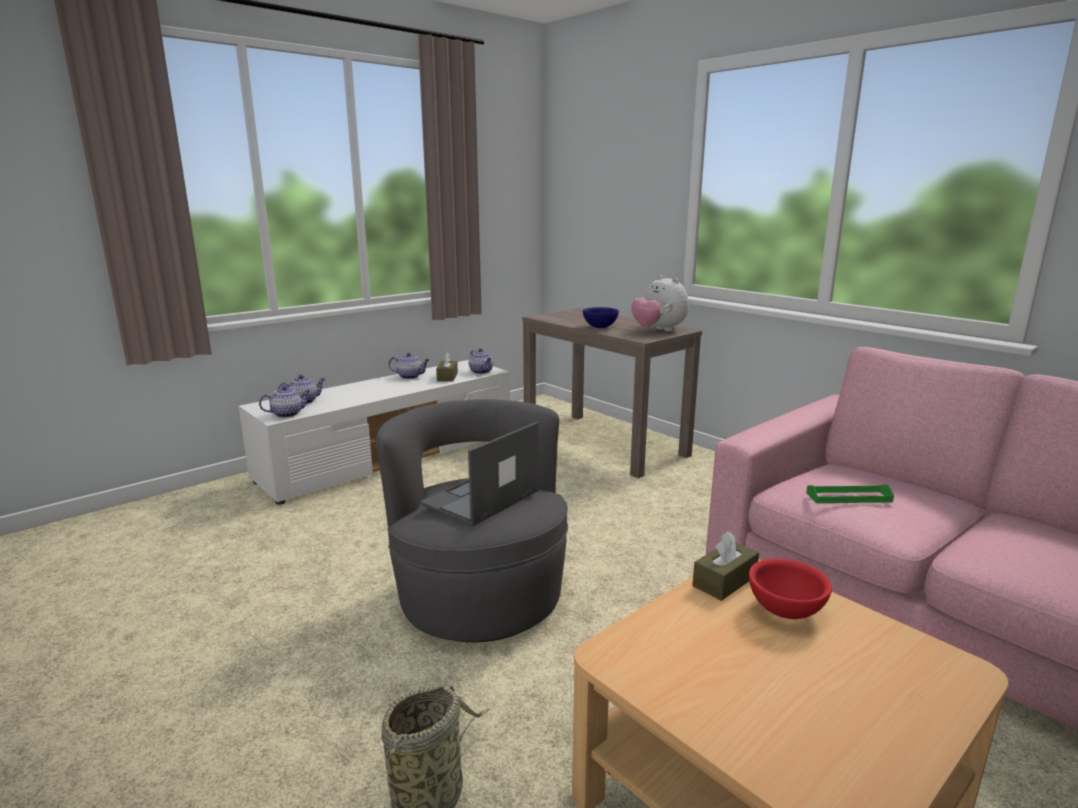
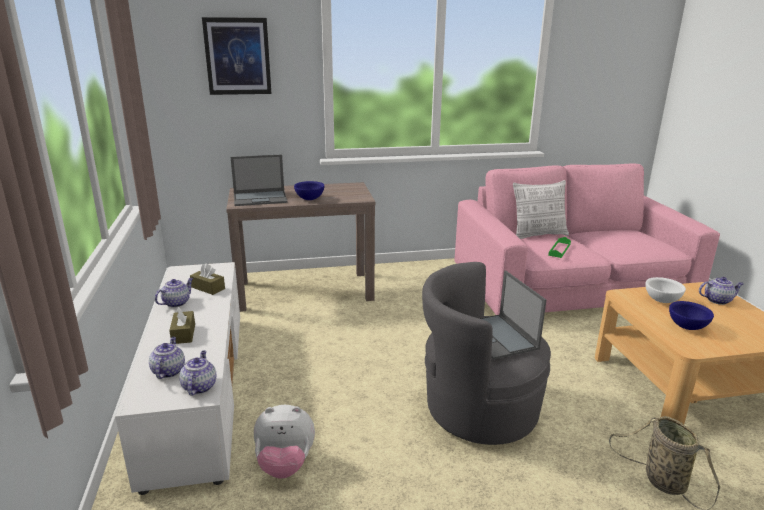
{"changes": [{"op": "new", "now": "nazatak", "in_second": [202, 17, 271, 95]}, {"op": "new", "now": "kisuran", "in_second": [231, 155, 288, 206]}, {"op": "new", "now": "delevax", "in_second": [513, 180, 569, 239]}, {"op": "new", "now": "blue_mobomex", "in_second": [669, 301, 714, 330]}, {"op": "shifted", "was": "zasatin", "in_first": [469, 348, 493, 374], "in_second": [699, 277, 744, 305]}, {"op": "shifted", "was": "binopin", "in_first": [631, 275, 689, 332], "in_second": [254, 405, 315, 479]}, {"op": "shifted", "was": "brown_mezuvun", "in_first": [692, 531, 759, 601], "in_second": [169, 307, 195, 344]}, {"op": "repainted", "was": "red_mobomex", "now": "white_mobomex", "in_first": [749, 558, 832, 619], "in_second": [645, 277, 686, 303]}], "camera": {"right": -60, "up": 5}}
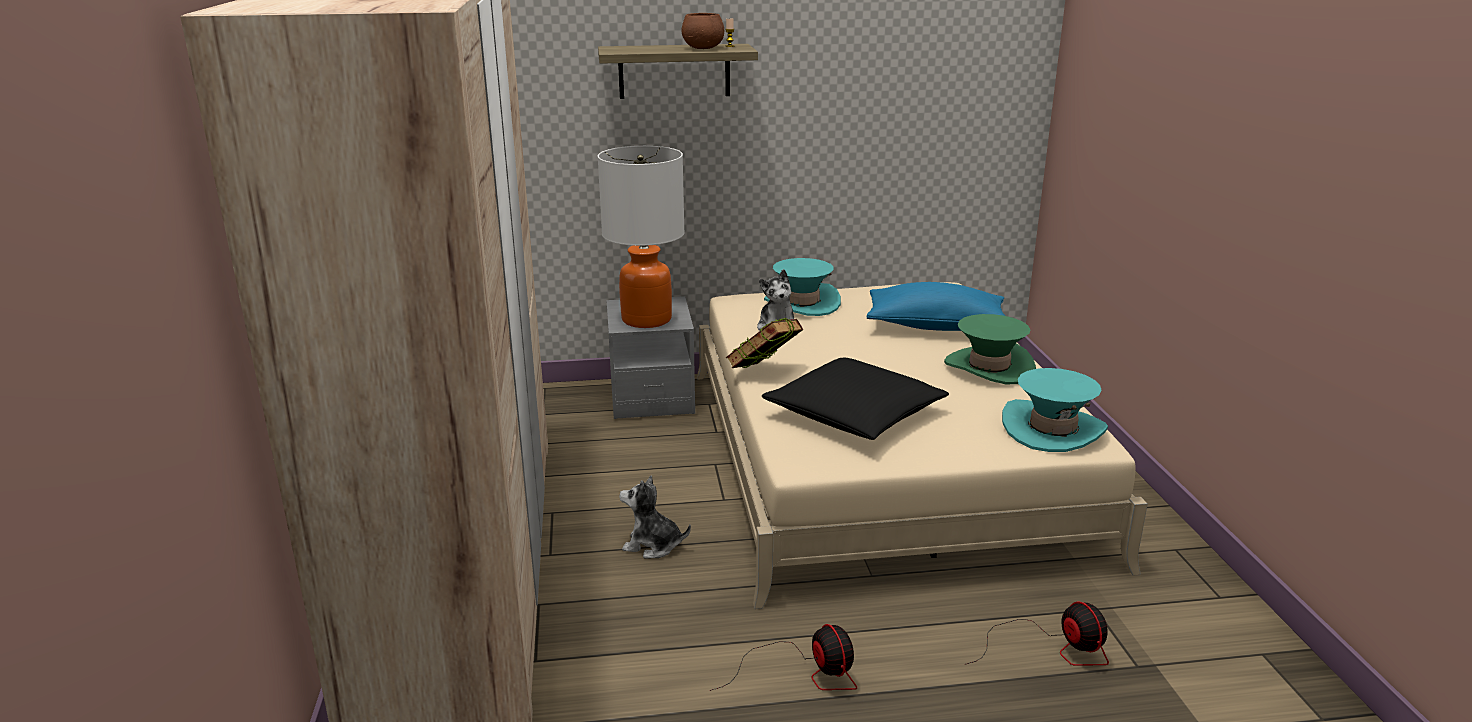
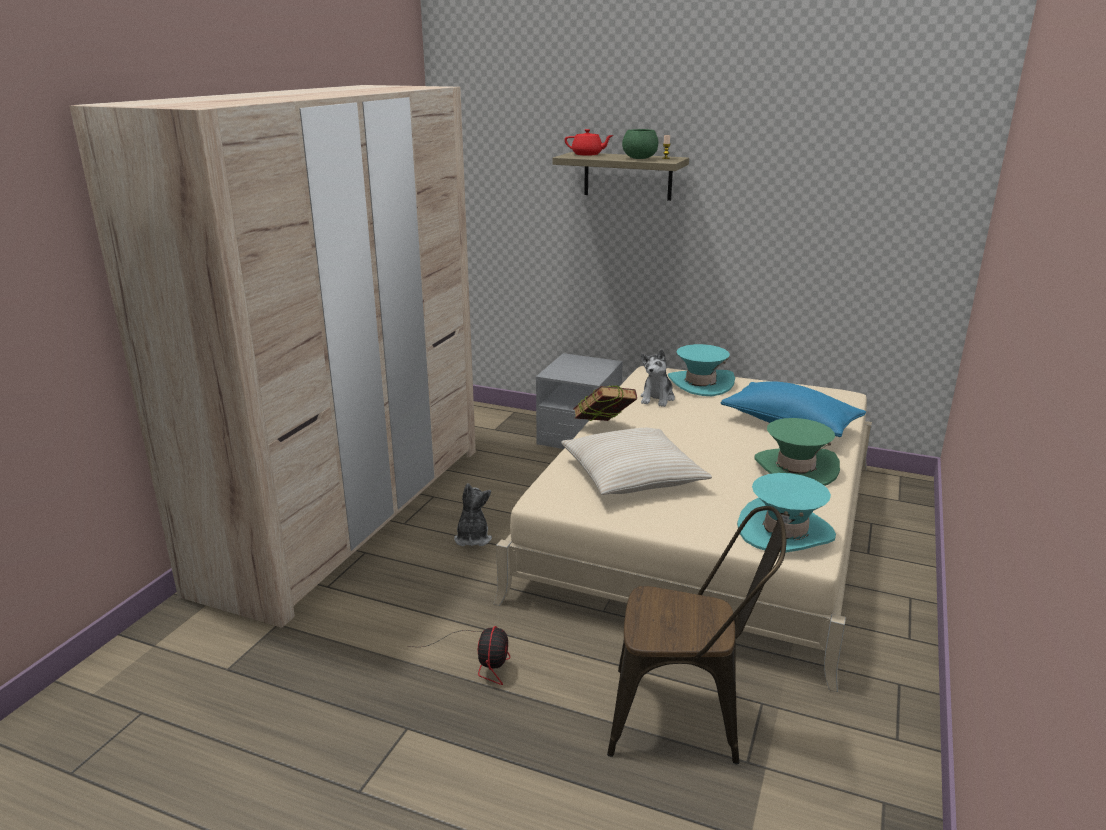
{"changes": [{"op": "gone", "was": "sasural", "in_first": [597, 146, 685, 328]}, {"op": "new", "now": "red_zasatin", "in_second": [565, 129, 614, 156]}, {"op": "swapped", "was": "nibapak", "now": "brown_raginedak", "in_first": [965, 601, 1109, 666], "in_second": [607, 506, 787, 764]}, {"op": "repainted", "was": "brown_mobomex", "now": "green_mobomex", "in_first": [681, 13, 724, 49], "in_second": [622, 129, 658, 159]}, {"op": "repainted", "was": "black_delevax", "now": "beige_delevax", "in_first": [762, 358, 949, 440], "in_second": [561, 428, 712, 495]}, {"op": "rotated", "was": "binopin", "in_first": [619, 476, 691, 559], "in_second": [454, 483, 492, 546], "clockwise": 45}], "camera": {"right": 30, "up": 0}}
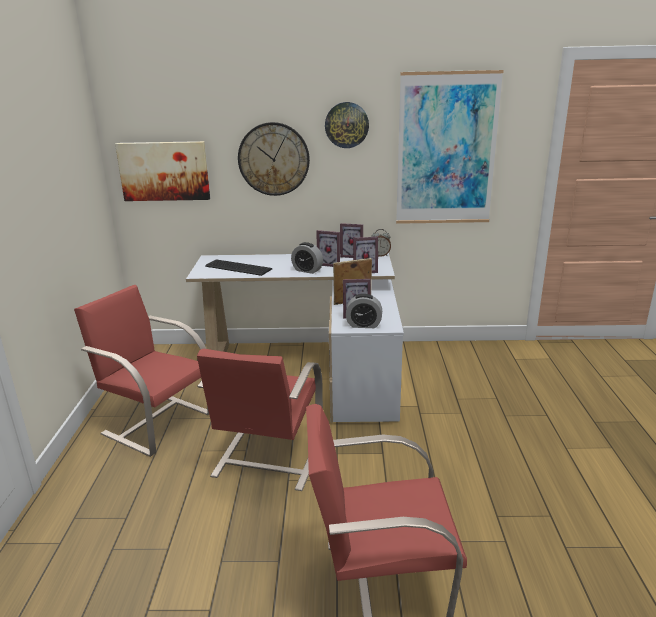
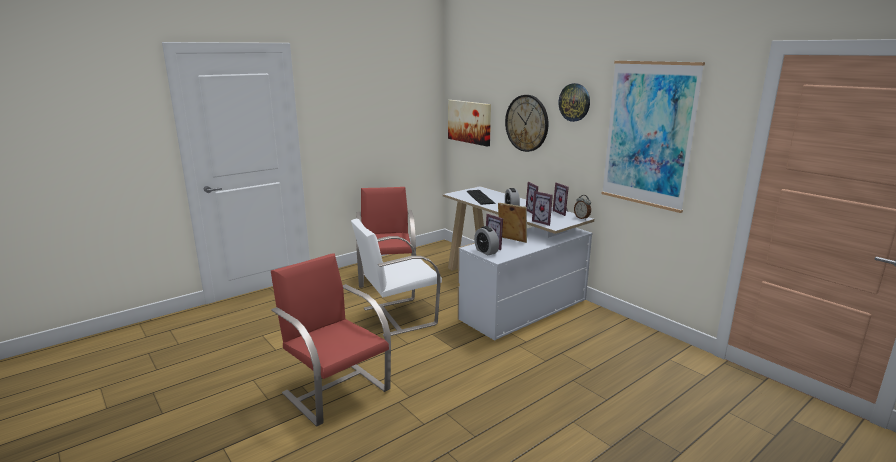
{"changes": [{"op": "repainted", "was": "red_raginedak", "now": "white_raginedak", "in_first": [197, 349, 323, 491], "in_second": [351, 219, 442, 336]}], "camera": {"right": 50, "up": -5}}
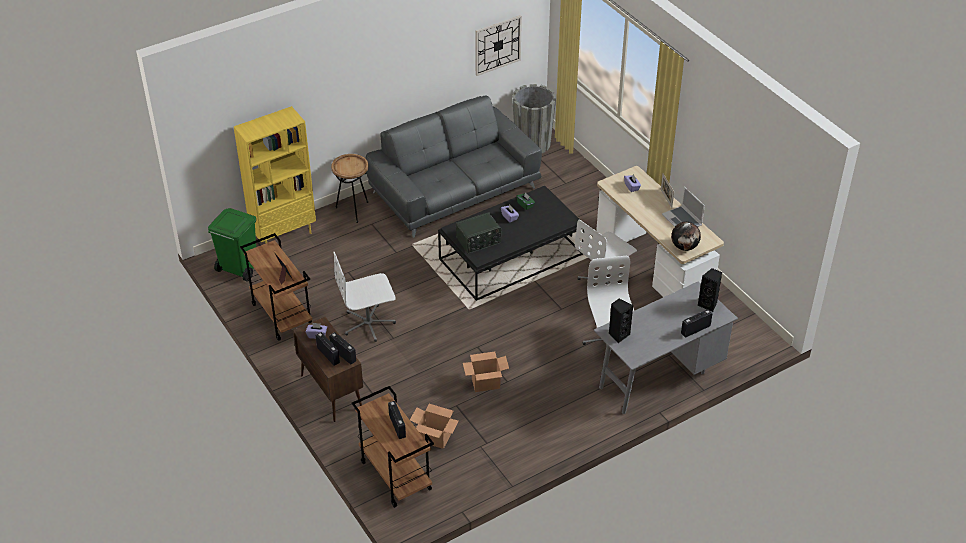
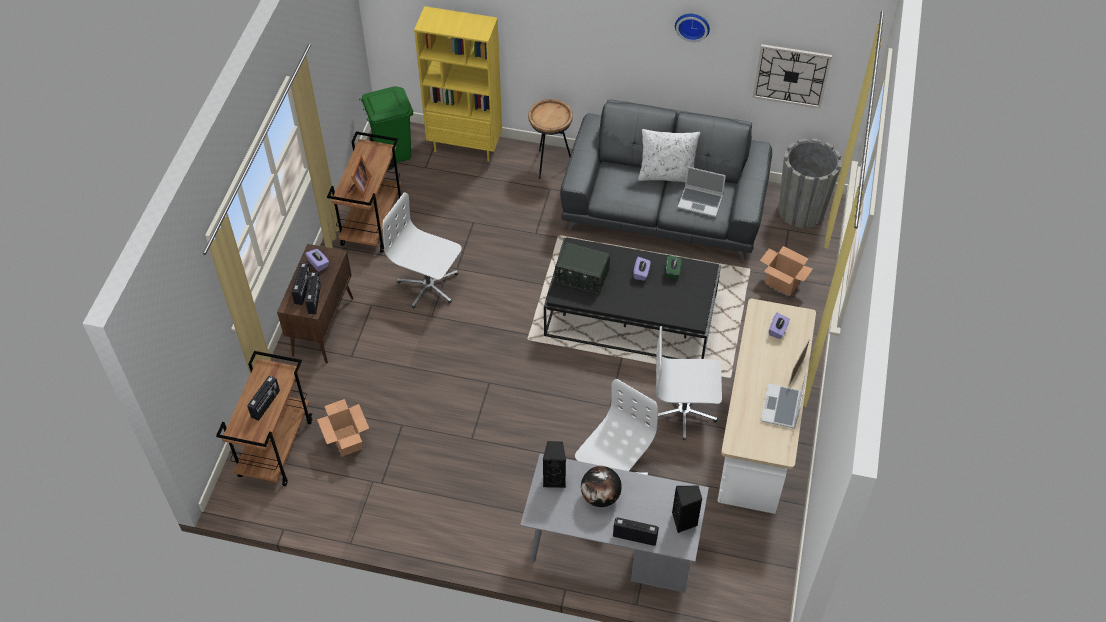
{"changes": [{"op": "new", "now": "white_delevax", "in_second": [638, 129, 700, 182]}, {"op": "new", "now": "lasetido", "in_second": [675, 14, 710, 42]}, {"op": "new", "now": "kisuran", "in_second": [678, 166, 726, 217]}, {"op": "shifted", "was": "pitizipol", "in_first": [463, 351, 509, 392], "in_second": [760, 246, 813, 296]}, {"op": "shifted", "was": "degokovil", "in_first": [671, 222, 701, 251], "in_second": [581, 466, 622, 507]}], "camera": {"right": 45, "up": 10}}
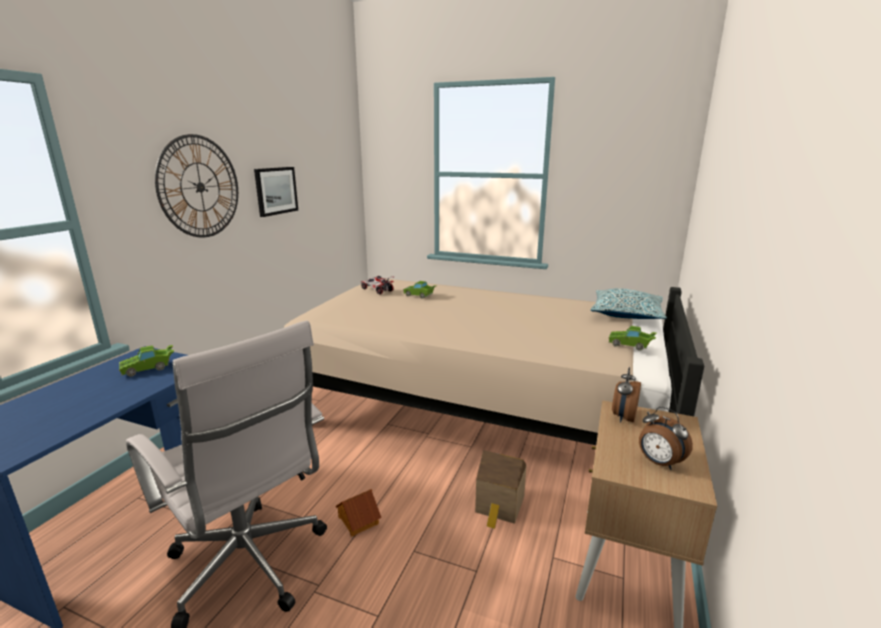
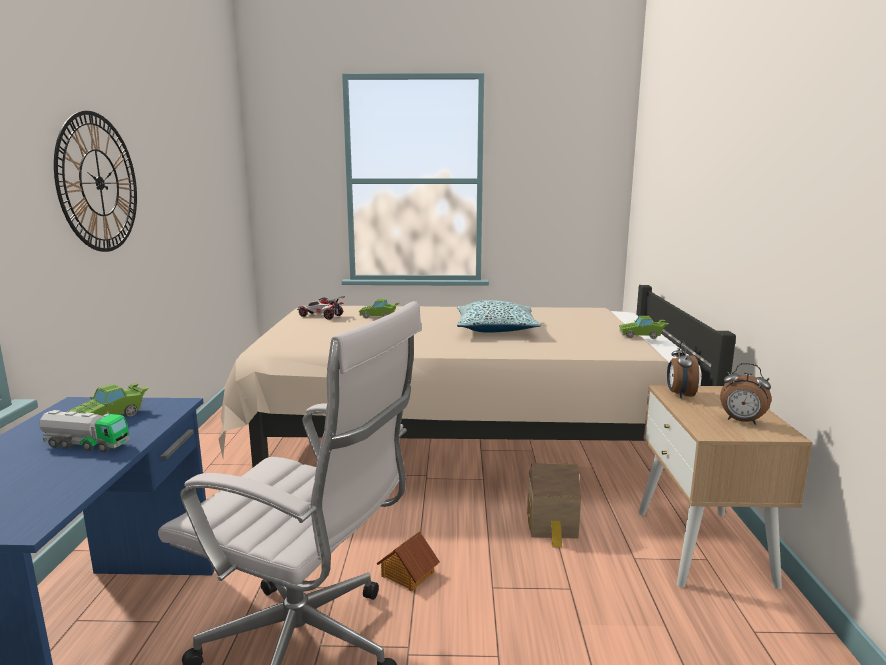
{"changes": [{"op": "gone", "was": "nazatak", "in_first": [254, 167, 298, 217]}, {"op": "new", "now": "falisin", "in_second": [39, 410, 130, 452]}, {"op": "shifted", "was": "delevax", "in_first": [591, 288, 667, 319], "in_second": [457, 300, 541, 333]}], "camera": {"right": -20, "up": -5}}
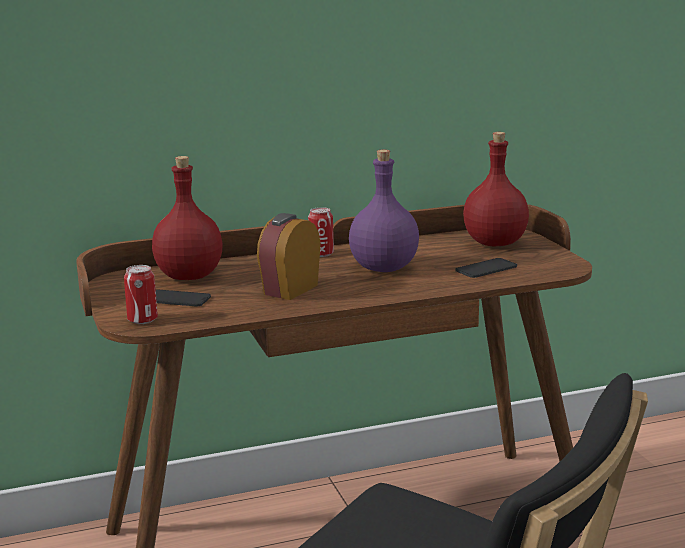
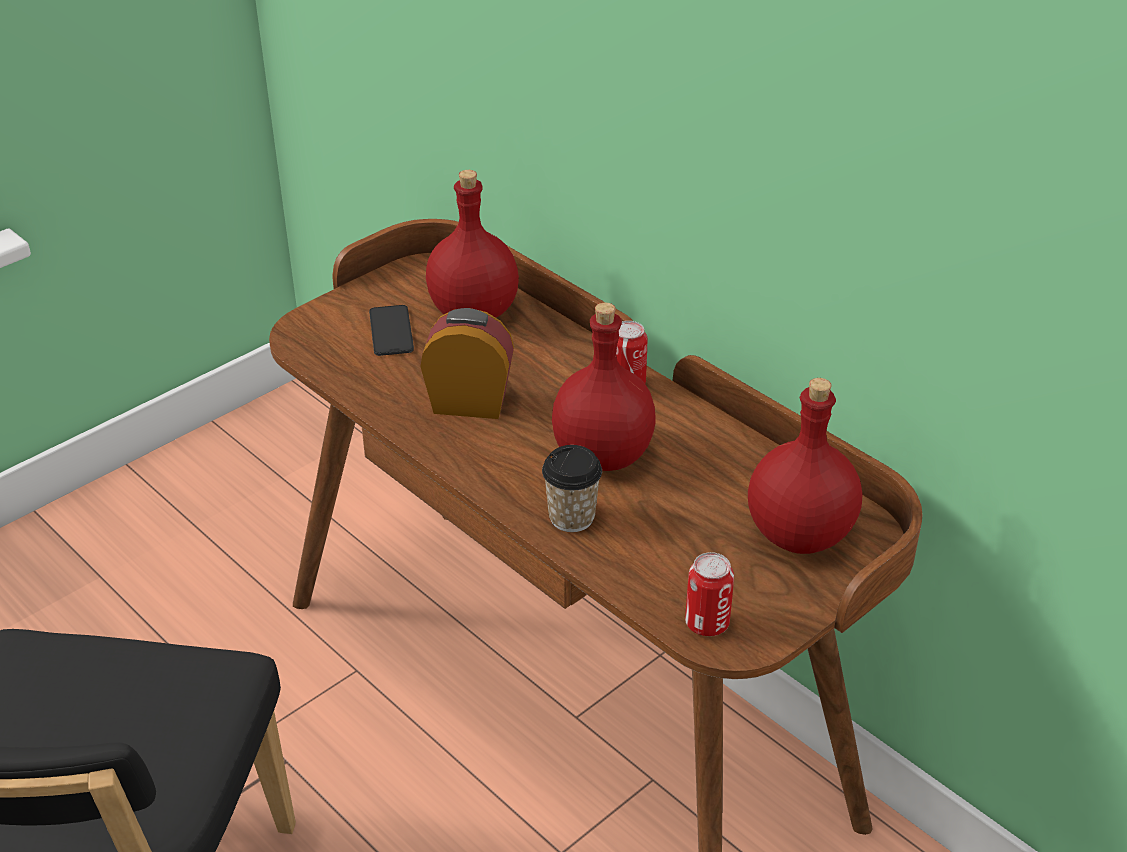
{"changes": [{"op": "gone", "was": "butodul", "in_first": [456, 258, 517, 278]}, {"op": "new", "now": "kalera", "in_second": [542, 445, 602, 532]}, {"op": "shifted", "was": "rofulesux", "in_first": [124, 265, 158, 324], "in_second": [685, 552, 734, 636]}, {"op": "repainted", "was": "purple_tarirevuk", "now": "red_tarirevuk", "in_first": [349, 150, 419, 272], "in_second": [552, 302, 656, 471]}], "camera": {"right": 65, "up": 20}}
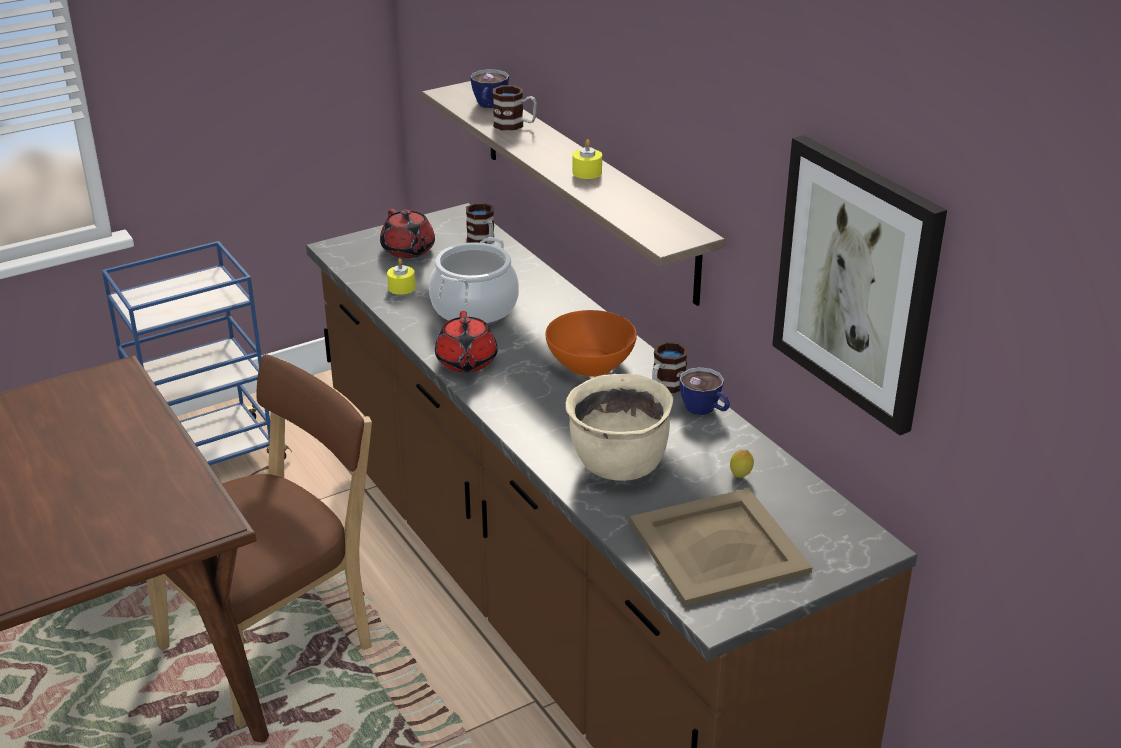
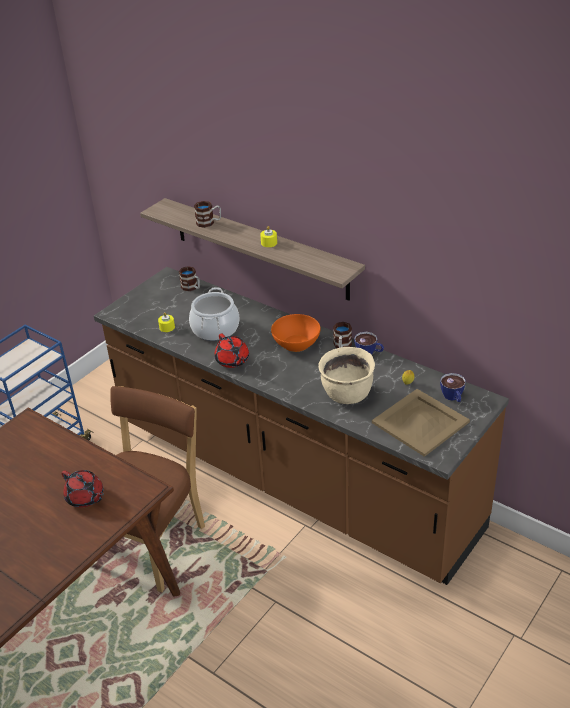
{"changes": [{"op": "gone", "was": "nazatak", "in_first": [772, 135, 947, 435]}, {"op": "shifted", "was": "red_zasatin", "in_first": [380, 209, 435, 258], "in_second": [61, 470, 104, 508]}, {"op": "shifted", "was": "kalera", "in_first": [470, 69, 509, 108], "in_second": [440, 373, 466, 402]}], "camera": {"right": -20, "up": 5}}
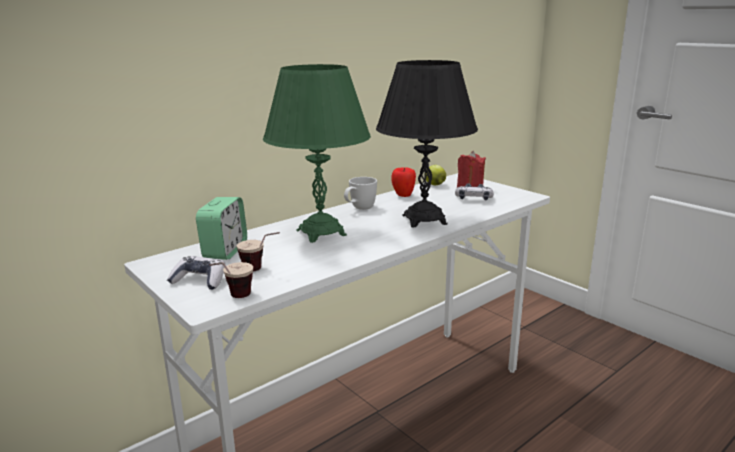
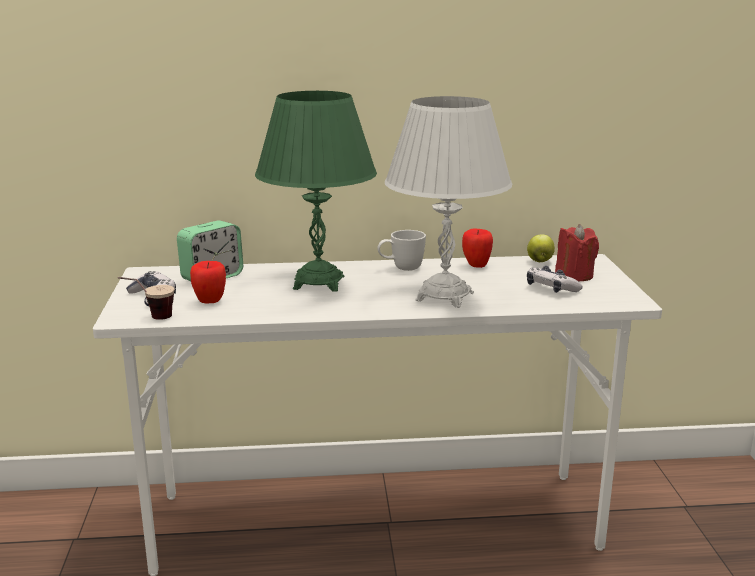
{"changes": [{"op": "swapped", "was": "kalera", "now": "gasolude", "in_first": [236, 232, 280, 272], "in_second": [190, 261, 226, 303]}, {"op": "repainted", "was": "black_sasural", "now": "white_sasural", "in_first": [376, 60, 478, 228], "in_second": [385, 96, 512, 308]}], "camera": {"right": 35, "up": 0}}
